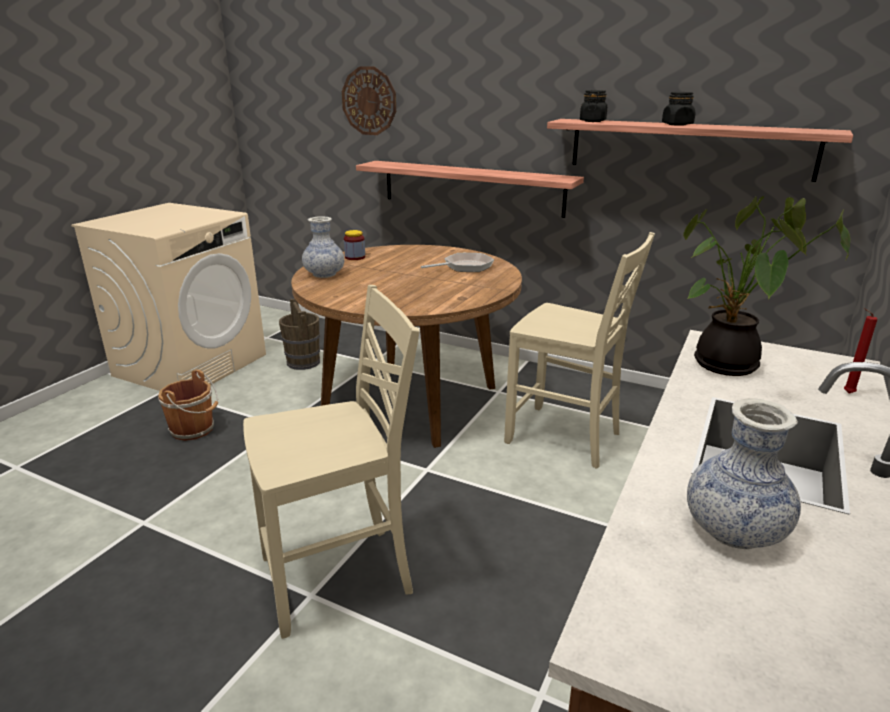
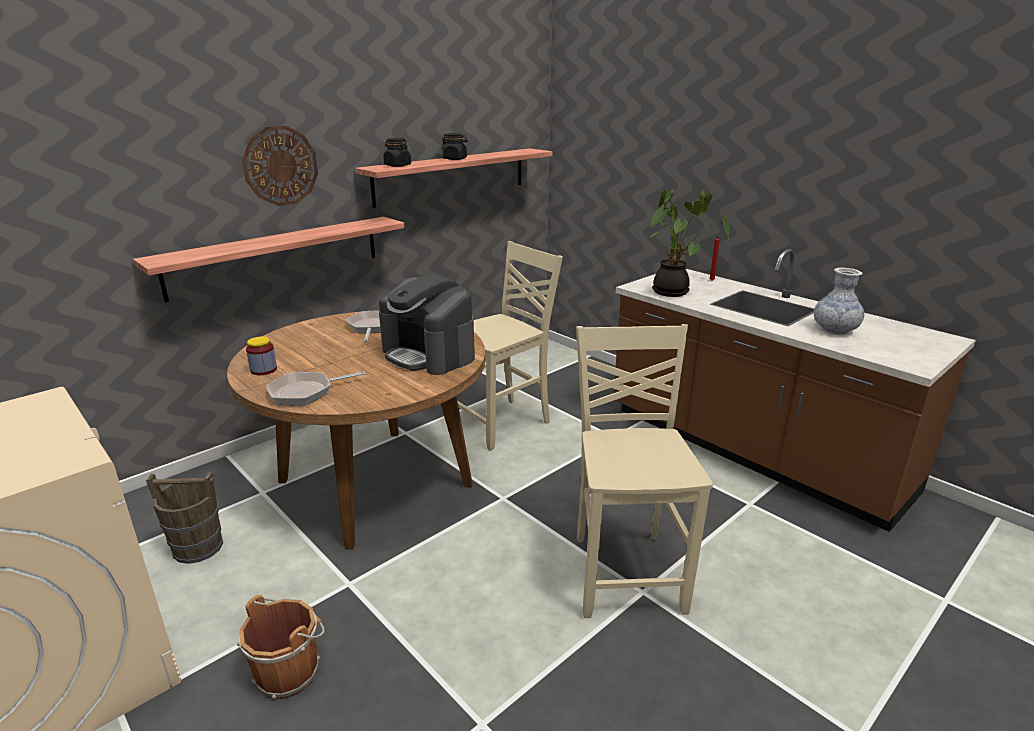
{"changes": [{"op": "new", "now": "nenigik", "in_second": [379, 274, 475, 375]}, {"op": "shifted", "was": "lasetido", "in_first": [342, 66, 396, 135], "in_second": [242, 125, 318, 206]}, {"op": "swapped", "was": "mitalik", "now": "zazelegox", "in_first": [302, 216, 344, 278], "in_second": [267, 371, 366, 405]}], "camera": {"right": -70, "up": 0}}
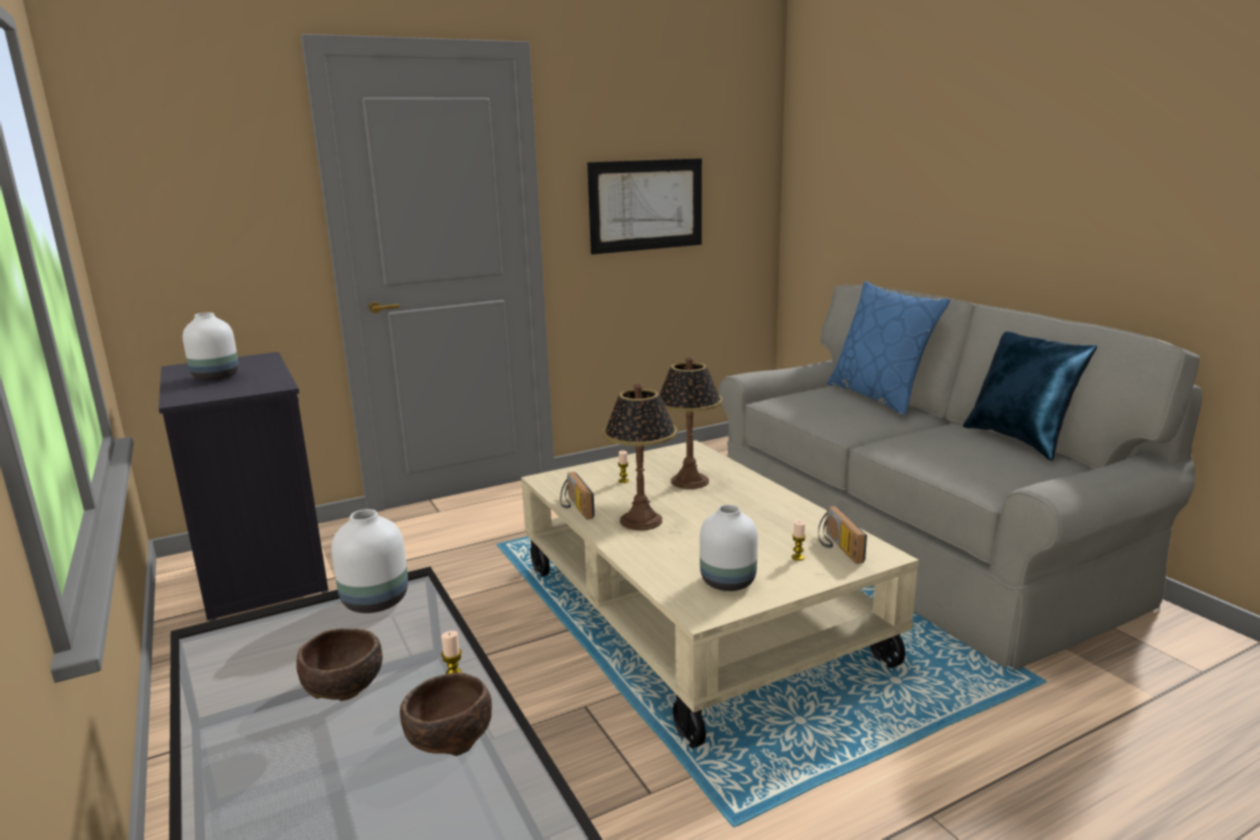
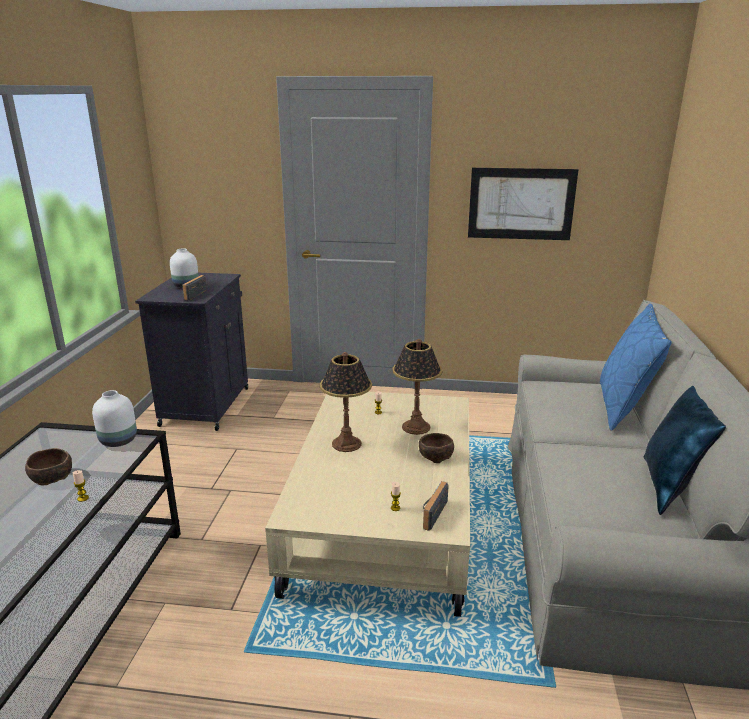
{"changes": [{"op": "gone", "was": "white_mitalik", "in_first": [700, 505, 758, 591]}, {"op": "shifted", "was": "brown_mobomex", "in_first": [400, 672, 492, 756], "in_second": [419, 433, 454, 463]}, {"op": "shifted", "was": "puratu", "in_first": [560, 472, 595, 520], "in_second": [182, 275, 207, 301]}], "camera": {"right": 35, "up": 5}}
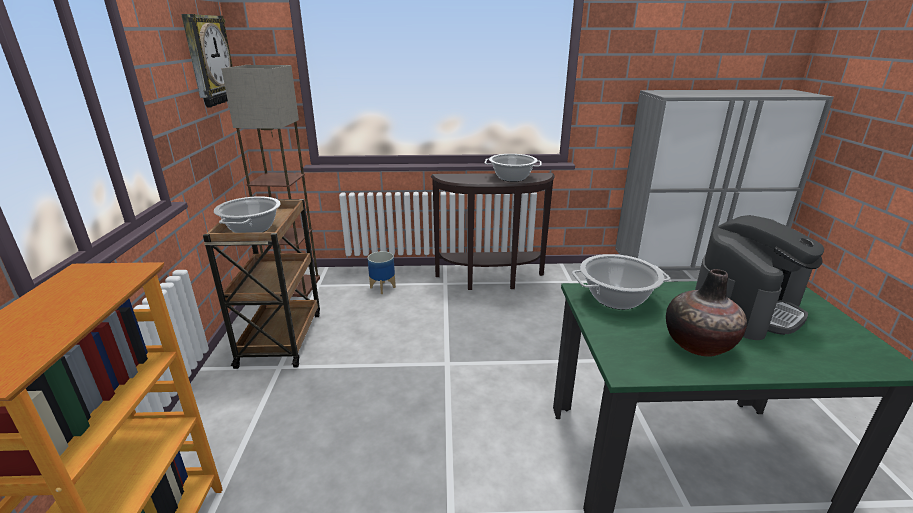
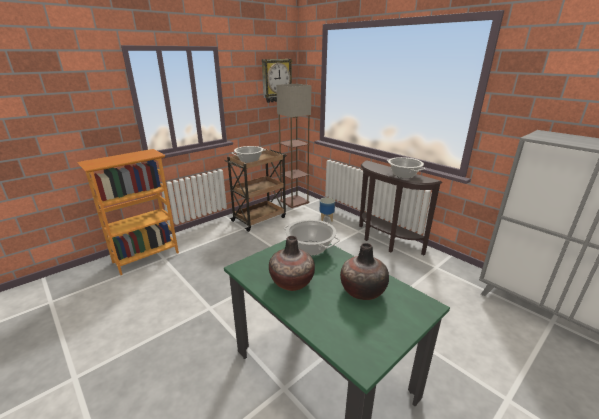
{"changes": [{"op": "swapped", "was": "nenigik", "now": "mitalik", "in_first": [695, 215, 824, 340], "in_second": [340, 243, 389, 300]}], "camera": {"right": 50, "up": 0}}
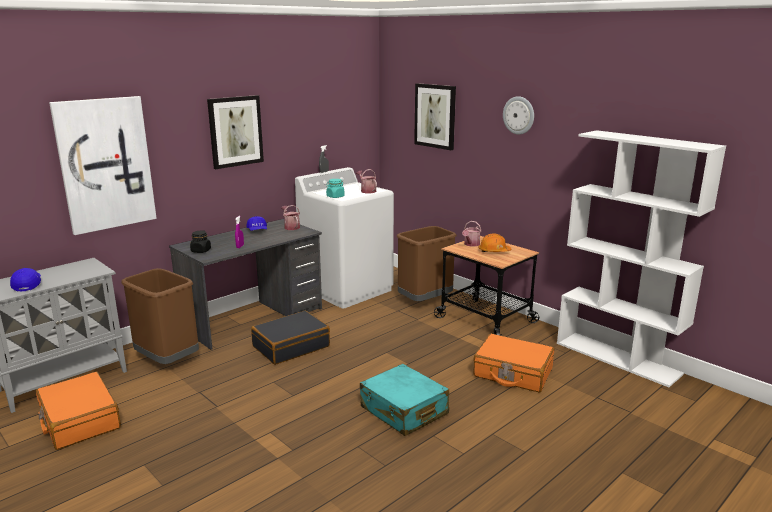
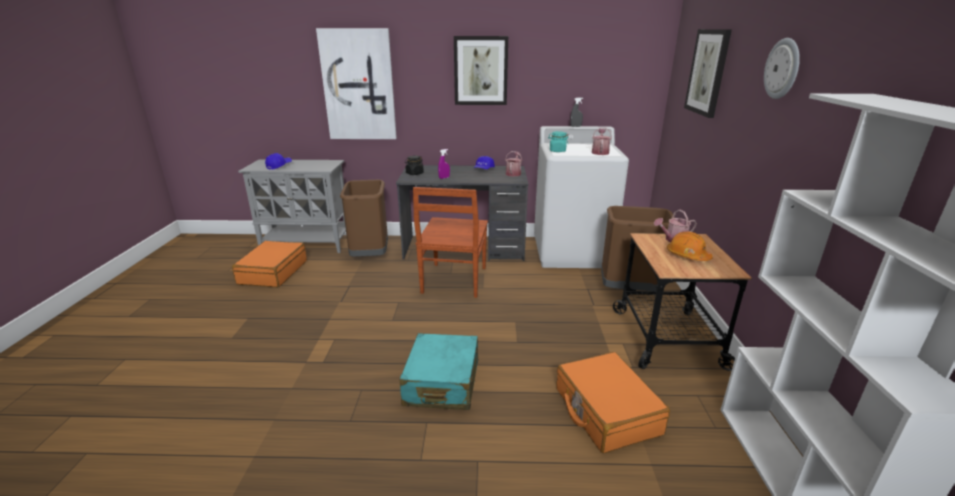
{"changes": [{"op": "swapped", "was": "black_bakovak", "now": "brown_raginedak", "in_first": [251, 311, 330, 365], "in_second": [413, 187, 488, 298]}], "camera": {"right": 45, "up": 5}}
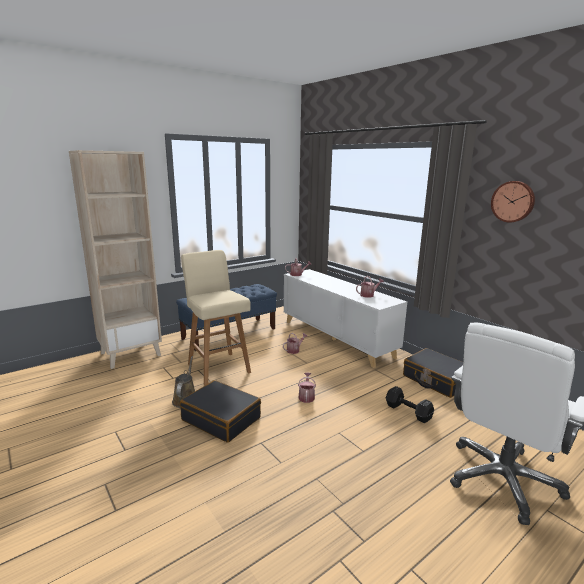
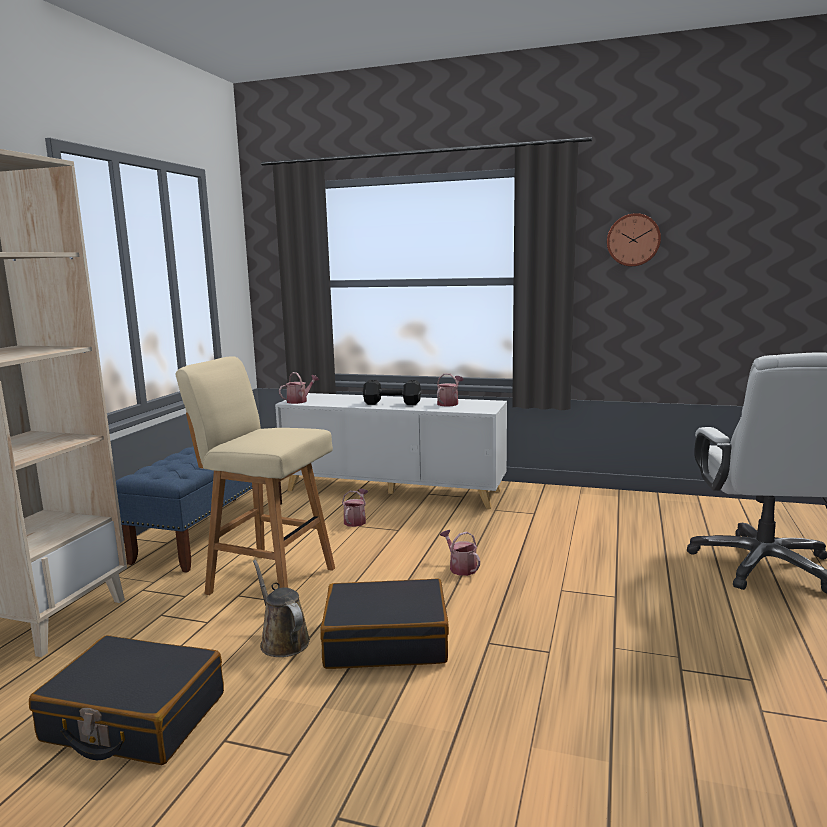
{"changes": [{"op": "shifted", "was": "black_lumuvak", "in_first": [386, 386, 434, 423], "in_second": [363, 380, 421, 405]}, {"op": "shifted", "was": "black_bakovak", "in_first": [403, 348, 463, 398], "in_second": [29, 635, 224, 765]}], "camera": {"right": -35, "up": -5}}
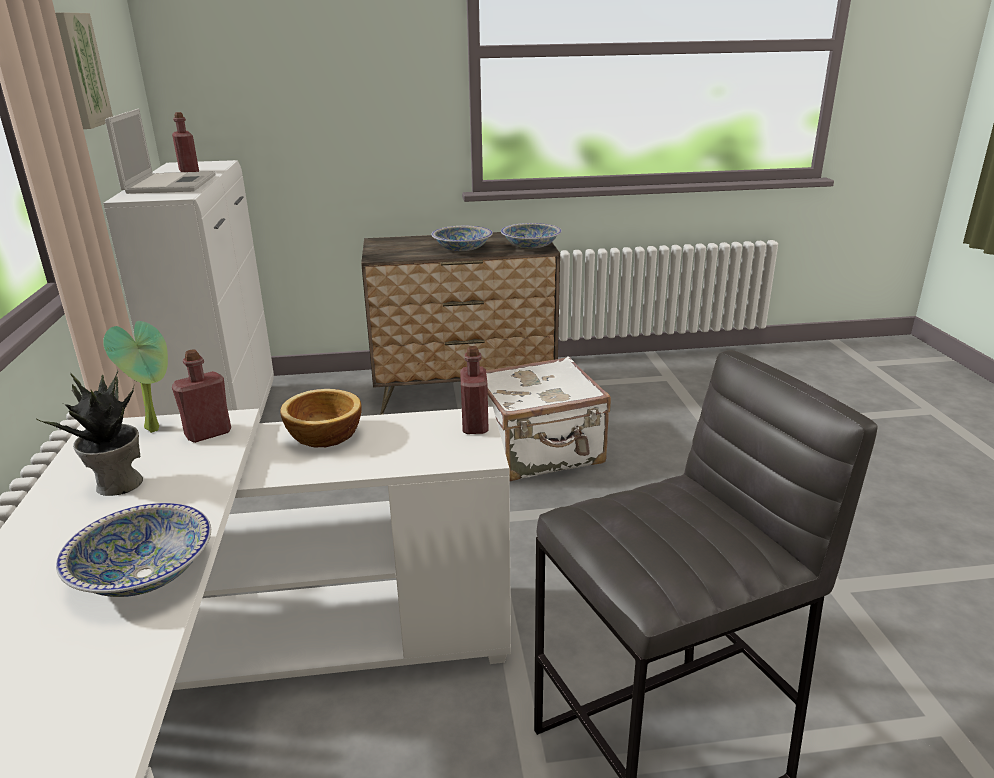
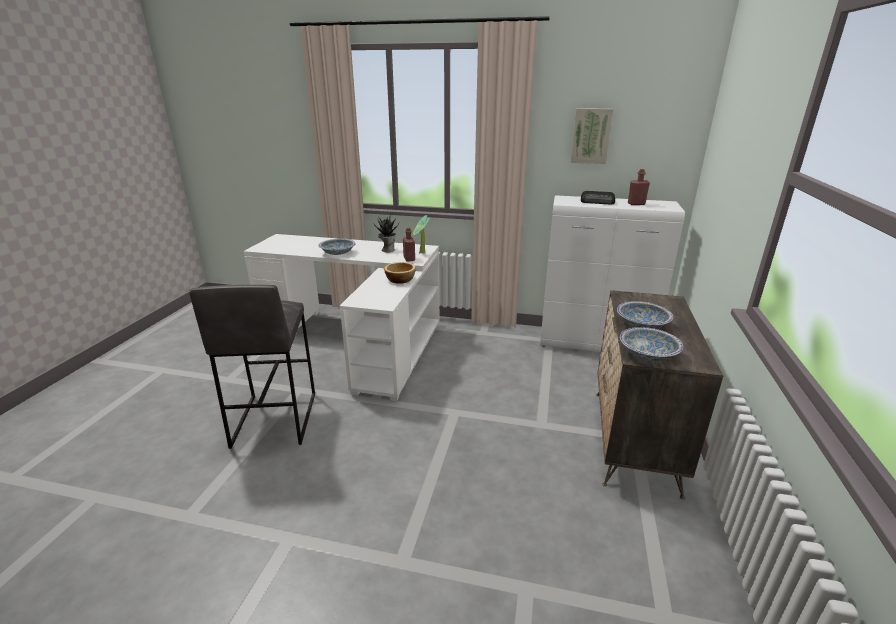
{"changes": [{"op": "gone", "was": "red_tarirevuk", "in_first": [460, 346, 489, 434]}, {"op": "gone", "was": "white_bakovak", "in_first": [486, 356, 611, 482]}, {"op": "swapped", "was": "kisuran", "now": "puratu", "in_first": [105, 109, 216, 194], "in_second": [581, 191, 615, 204]}], "camera": {"right": 110, "up": 0}}
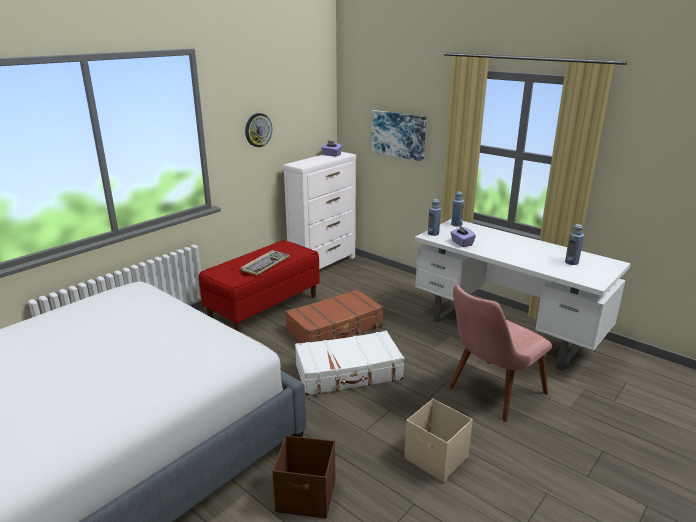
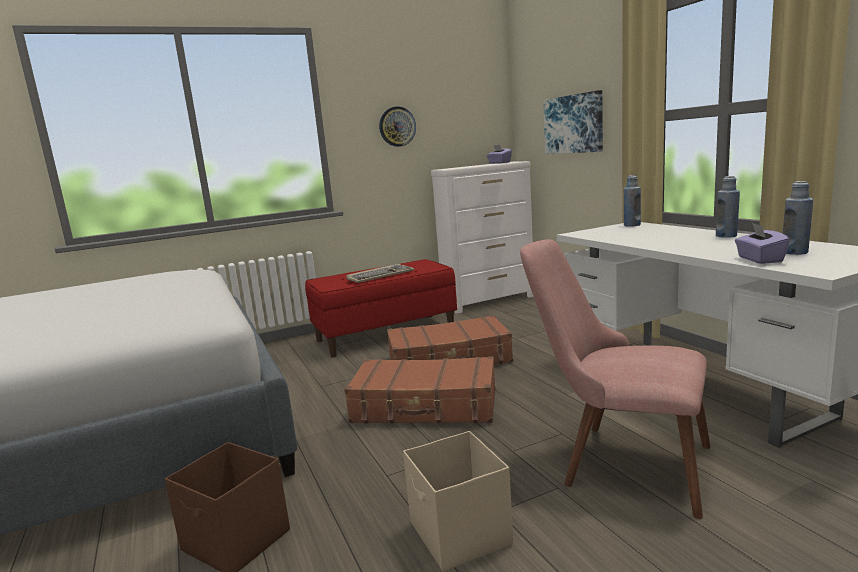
{"changes": [{"op": "shifted", "was": "blue_tarirevuk", "in_first": [428, 199, 441, 236], "in_second": [716, 176, 740, 238]}, {"op": "shifted", "was": "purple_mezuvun", "in_first": [450, 225, 476, 247], "in_second": [735, 223, 790, 264]}, {"op": "repainted", "was": "white_bakovak", "now": "brown_bakovak", "in_first": [295, 330, 404, 396], "in_second": [344, 357, 495, 424]}, {"op": "rotated", "was": "pink_raginedak", "in_first": [449, 285, 552, 422], "in_second": [520, 239, 710, 519], "clockwise": 45}], "camera": {"right": 25, "up": -10}}
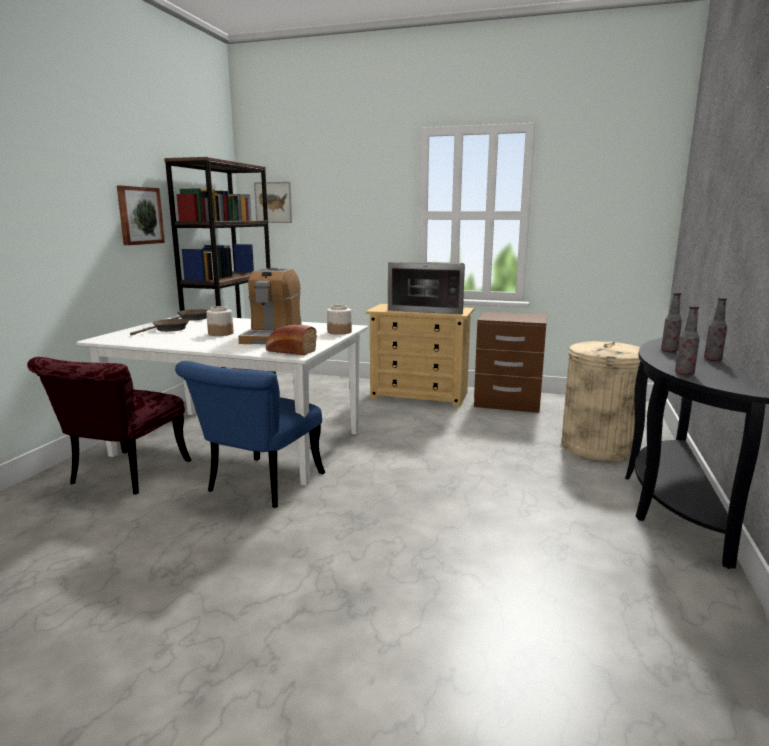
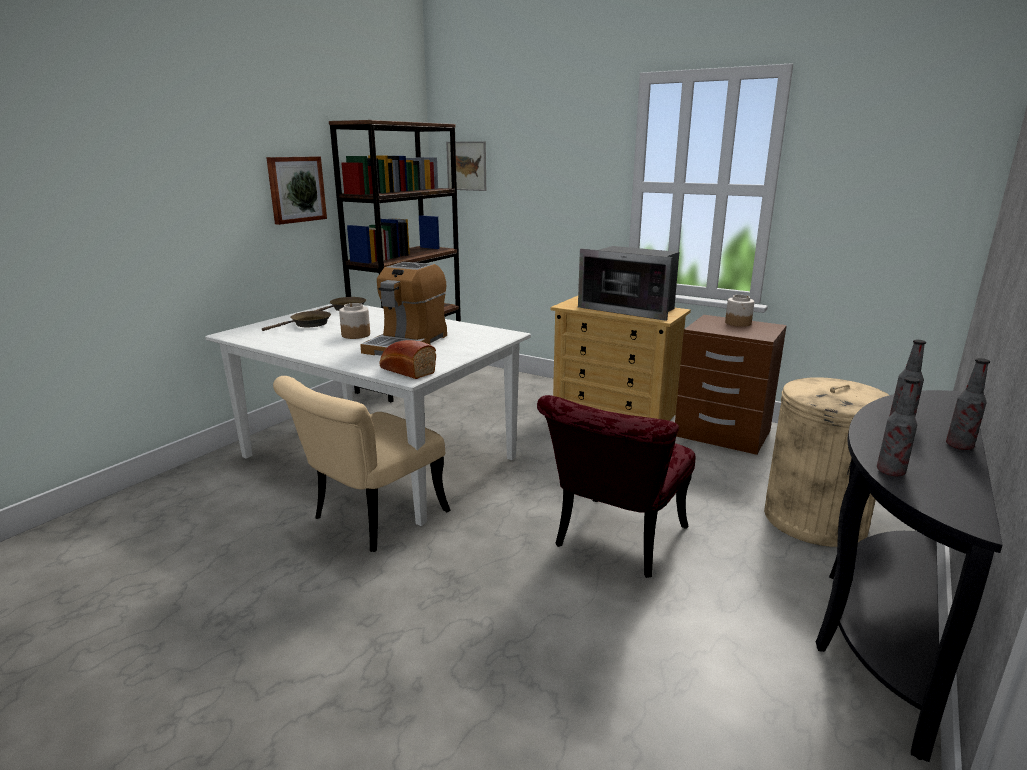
{"changes": [{"op": "shifted", "was": "red_raginedak", "in_first": [27, 357, 191, 495], "in_second": [537, 395, 695, 578]}, {"op": "shifted", "was": "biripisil", "in_first": [327, 305, 352, 335], "in_second": [725, 295, 754, 327]}, {"op": "repainted", "was": "blue_raginedak", "now": "beige_raginedak", "in_first": [175, 361, 325, 508], "in_second": [273, 376, 451, 552]}], "camera": {"right": 15, "up": 5}}
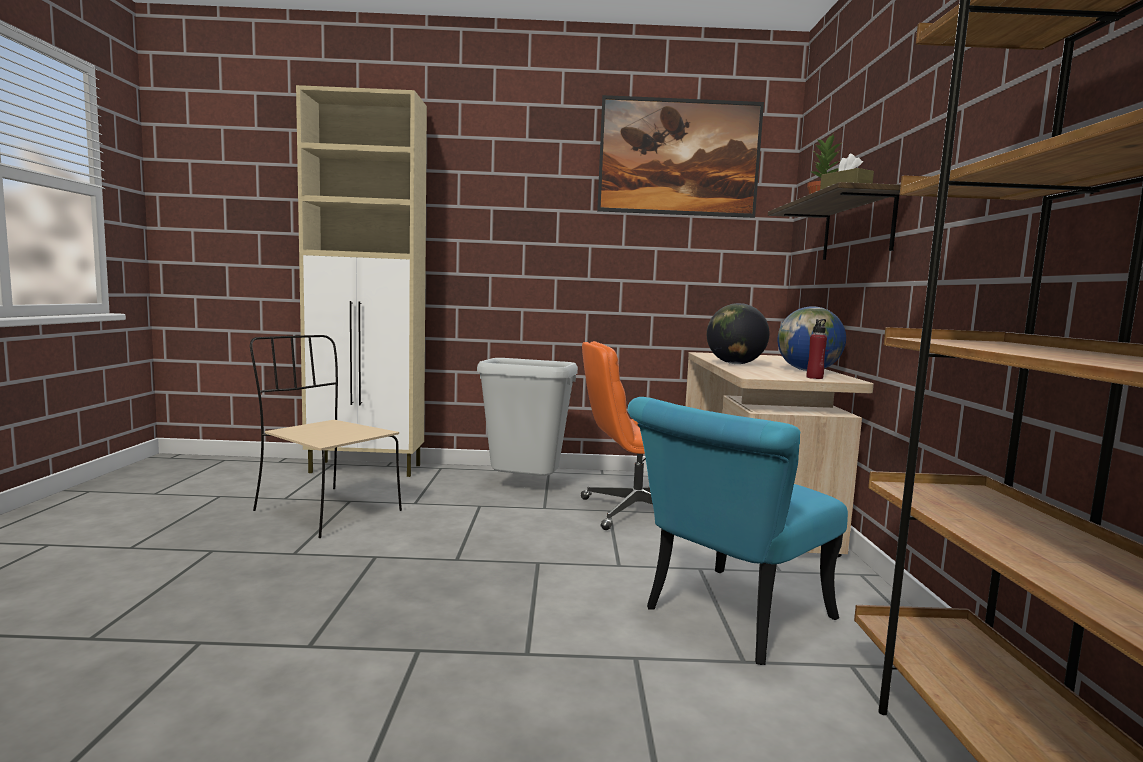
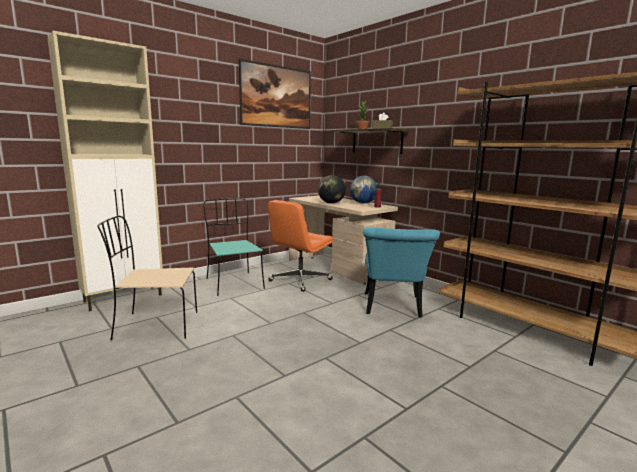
{"changes": [{"op": "swapped", "was": "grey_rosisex", "now": "turquoise_raginedak", "in_first": [477, 358, 578, 476], "in_second": [203, 198, 265, 296]}], "camera": {"right": -40, "up": 5}}
